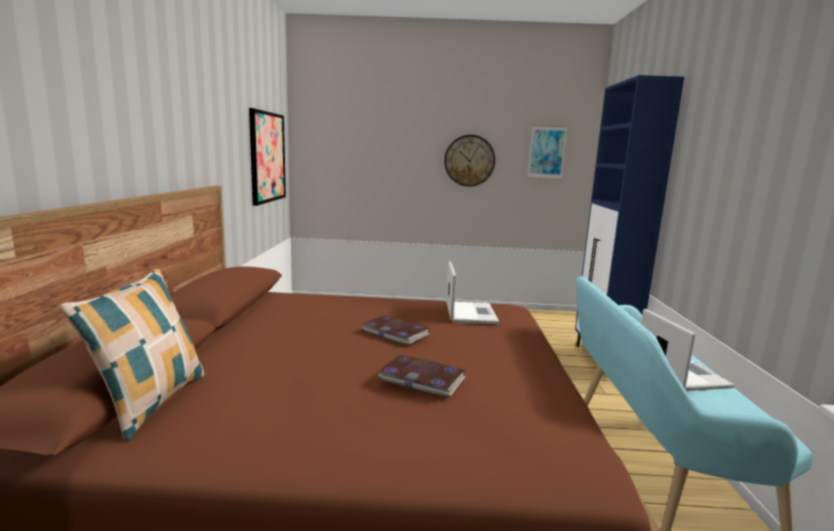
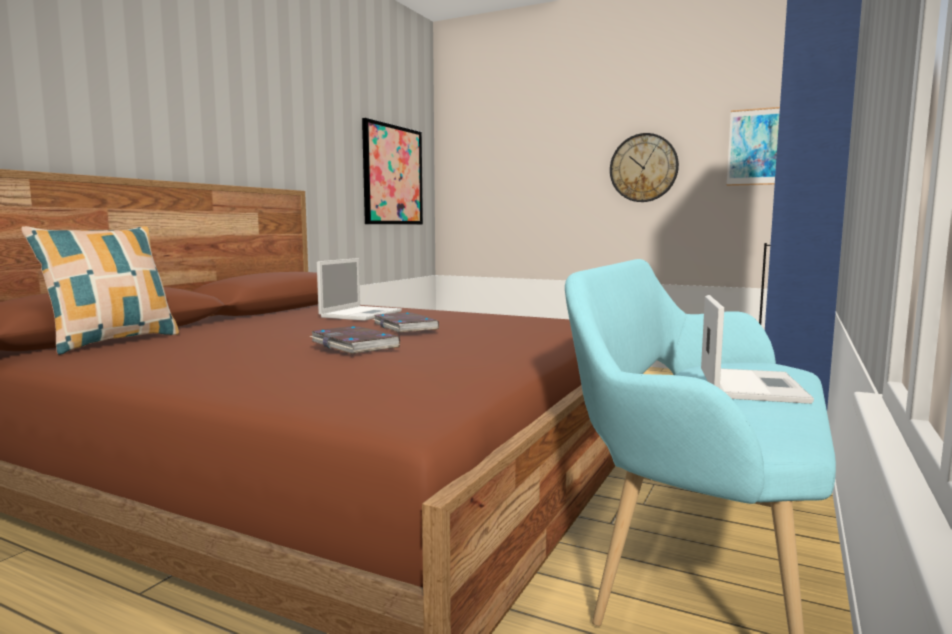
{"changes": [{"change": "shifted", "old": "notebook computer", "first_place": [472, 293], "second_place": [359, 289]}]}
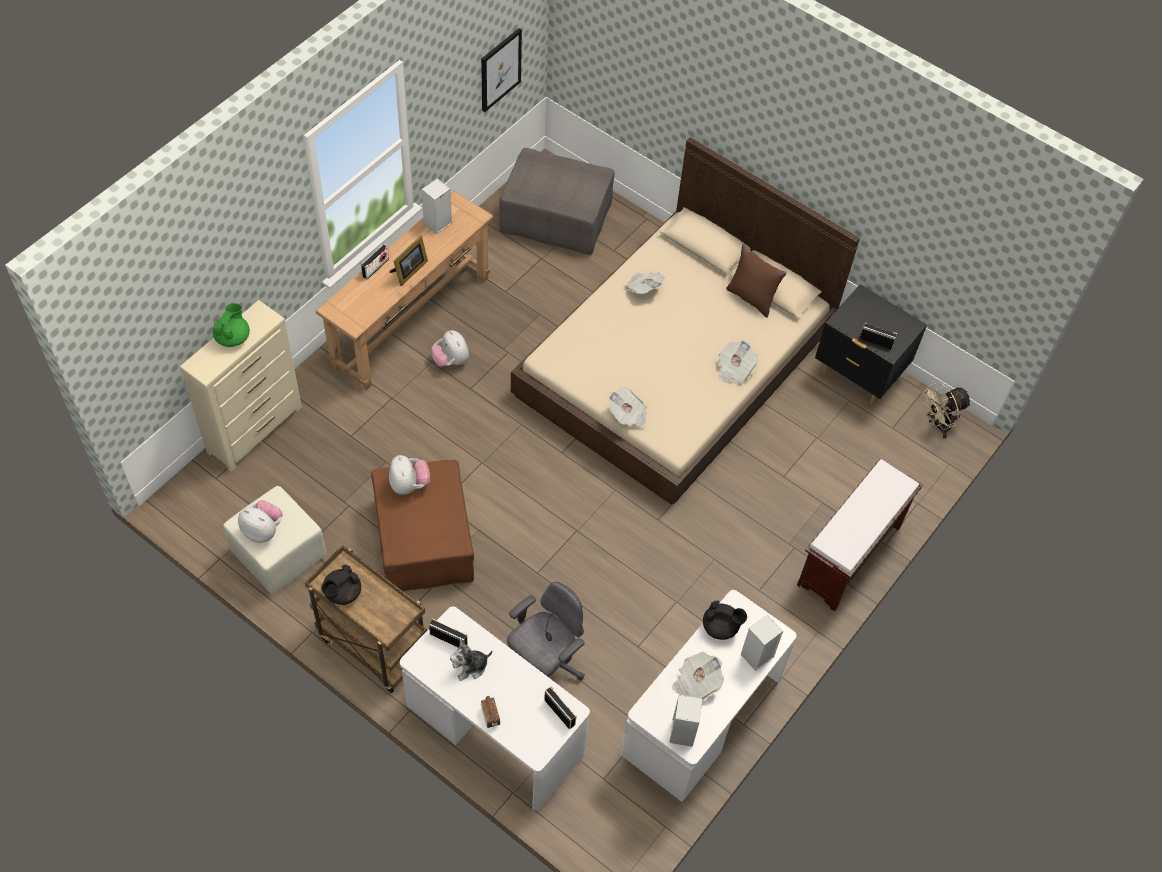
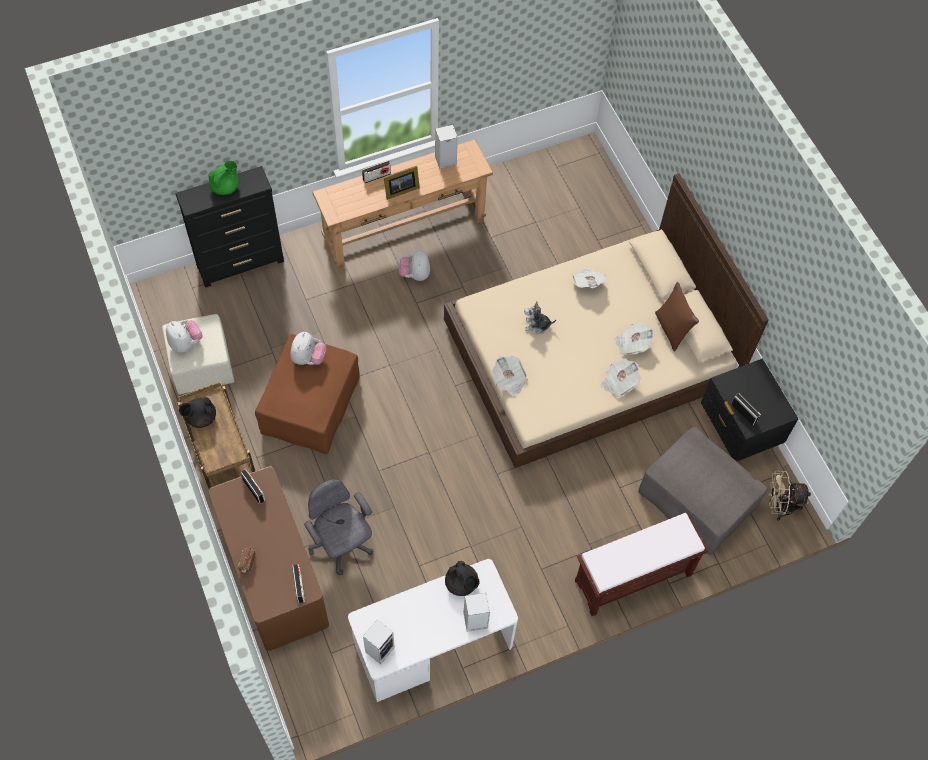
{"changes": [{"change": "repainted", "old": "beige chest of drawers", "new": "blackish chest of drawers", "first_place": [241, 386], "second_place": [229, 227]}, {"change": "repainted", "old": "white desk", "new": "brown desk", "first_place": [495, 708], "second_place": [268, 558]}, {"change": "rotated", "old": "gray office chair", "first_place": [546, 631], "second_place": [339, 527], "degrees": -105}, {"change": "shifted", "old": "soft toy", "first_place": [471, 660], "second_place": [540, 317]}, {"change": "shifted", "old": "daily paper", "first_place": [698, 676], "second_place": [634, 339]}, {"change": "shifted", "old": "gray pouffe", "first_place": [556, 201], "second_place": [703, 491]}, {"change": "gone", "old": "wall art", "first_place": [501, 70]}]}
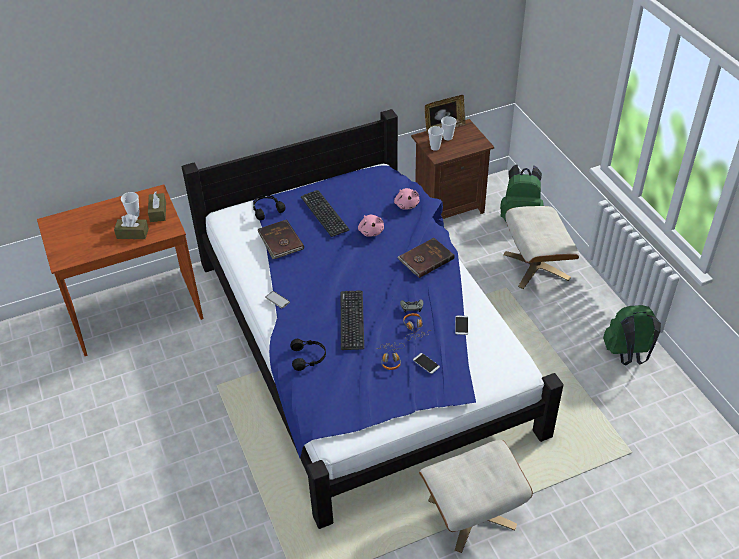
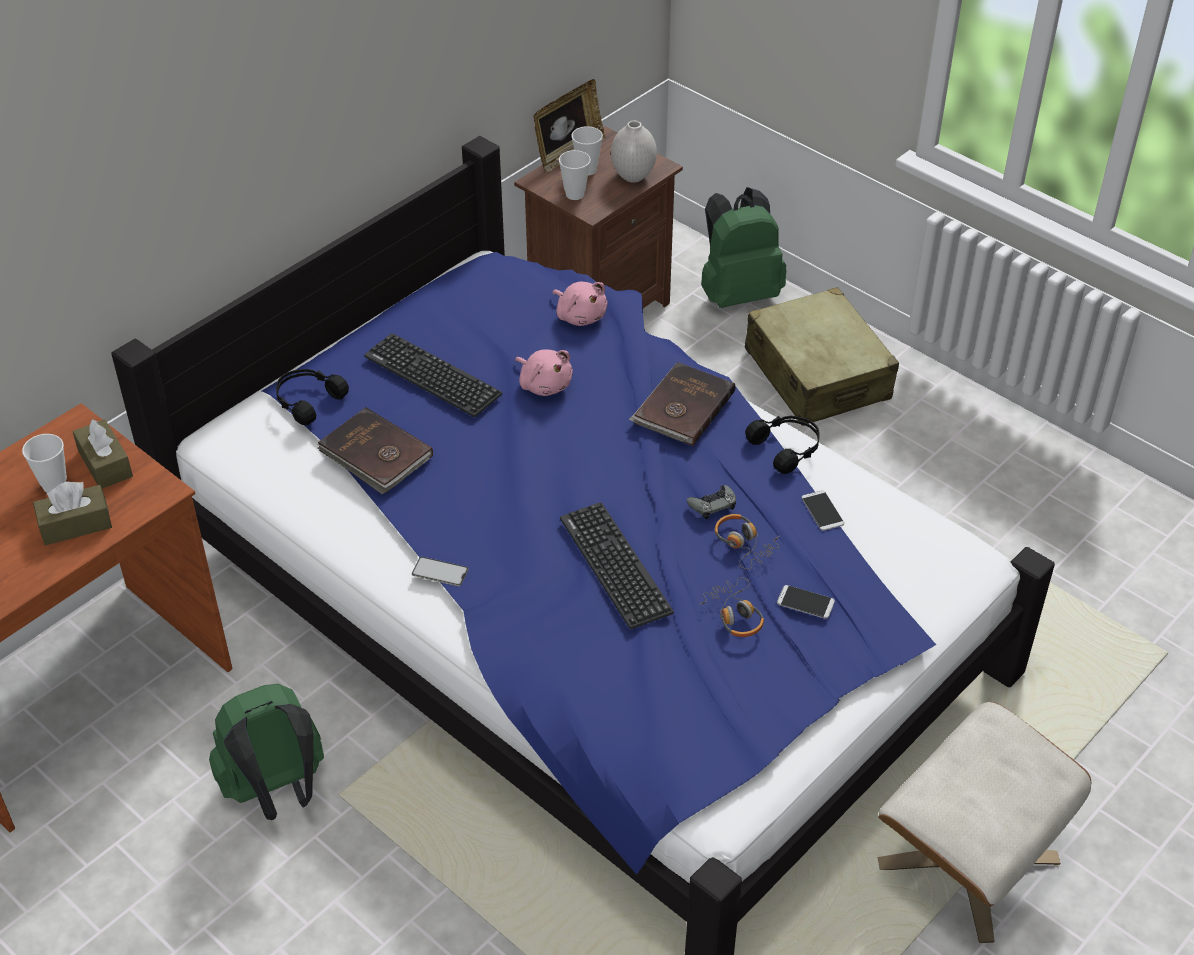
{"changes": [{"change": "shifted", "old": "green rucksack", "first_place": [632, 335], "second_place": [266, 752]}, {"change": "new", "new": "white flower vase", "second_place": [634, 151]}, {"change": "swapped", "old": "beige pouffe", "new": "beige suitcase", "first_place": [541, 247], "second_place": [822, 356]}, {"change": "shifted", "old": "blackish headset", "first_place": [308, 355], "second_place": [782, 445]}]}
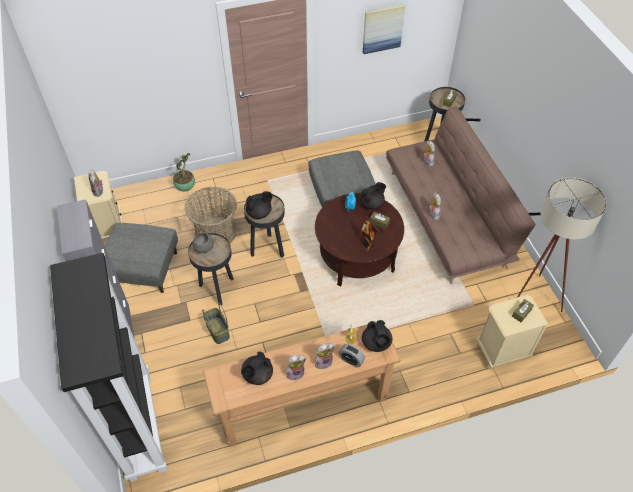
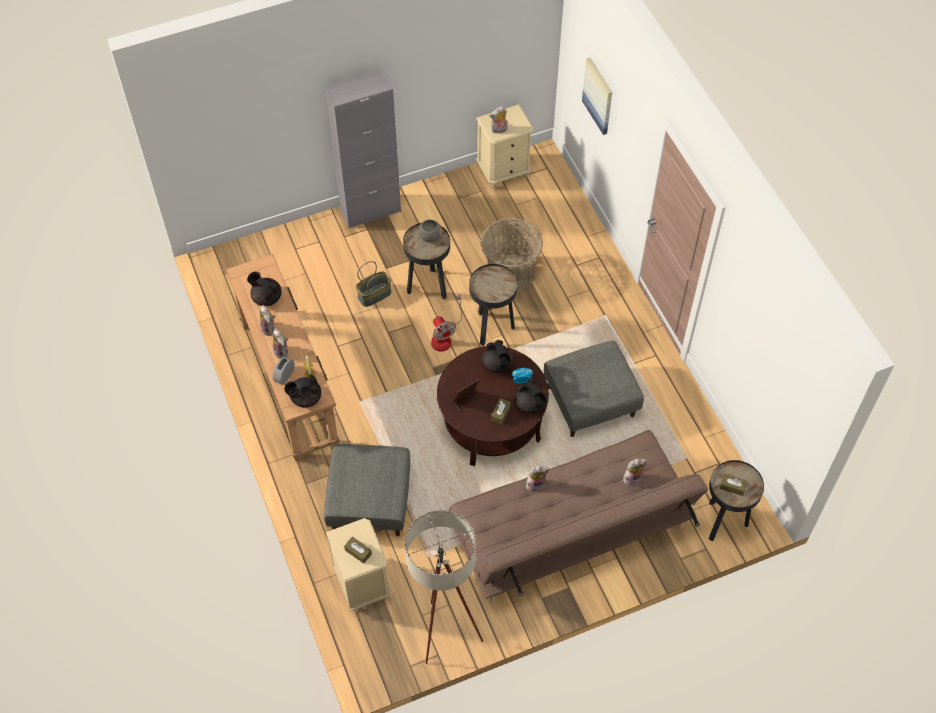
{"changes": [{"change": "shifted", "old": "gray pouffe", "first_place": [141, 258], "second_place": [367, 490]}, {"change": "new", "new": "fan", "second_place": [446, 323]}, {"change": "shifted", "old": "blackish tea pot", "first_place": [259, 205], "second_place": [497, 356]}, {"change": "shifted", "old": "wall art", "first_place": [384, 29], "second_place": [597, 96]}, {"change": "gone", "old": "blackish bookcase", "first_place": [108, 367]}, {"change": "gone", "old": "plant in a pot", "first_place": [184, 172]}]}
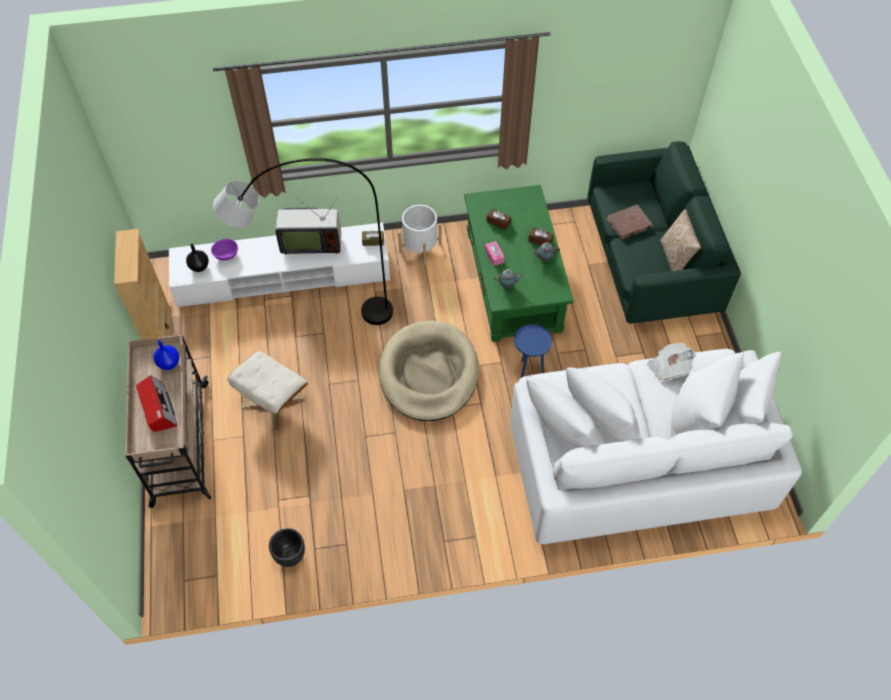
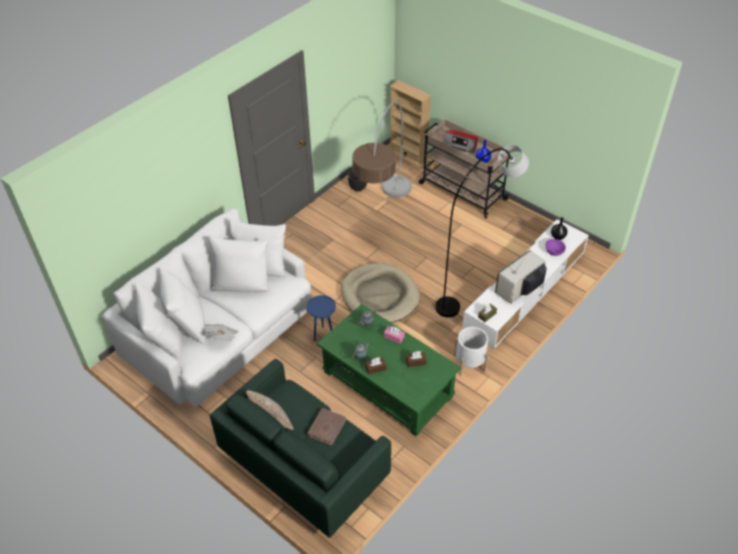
{"changes": [{"change": "new", "new": "floor lamp", "second_place": [382, 148]}, {"change": "shifted", "old": "beige bookcase", "first_place": [142, 284], "second_place": [410, 123]}, {"change": "gone", "old": "beige pouffe", "first_place": [268, 390]}]}
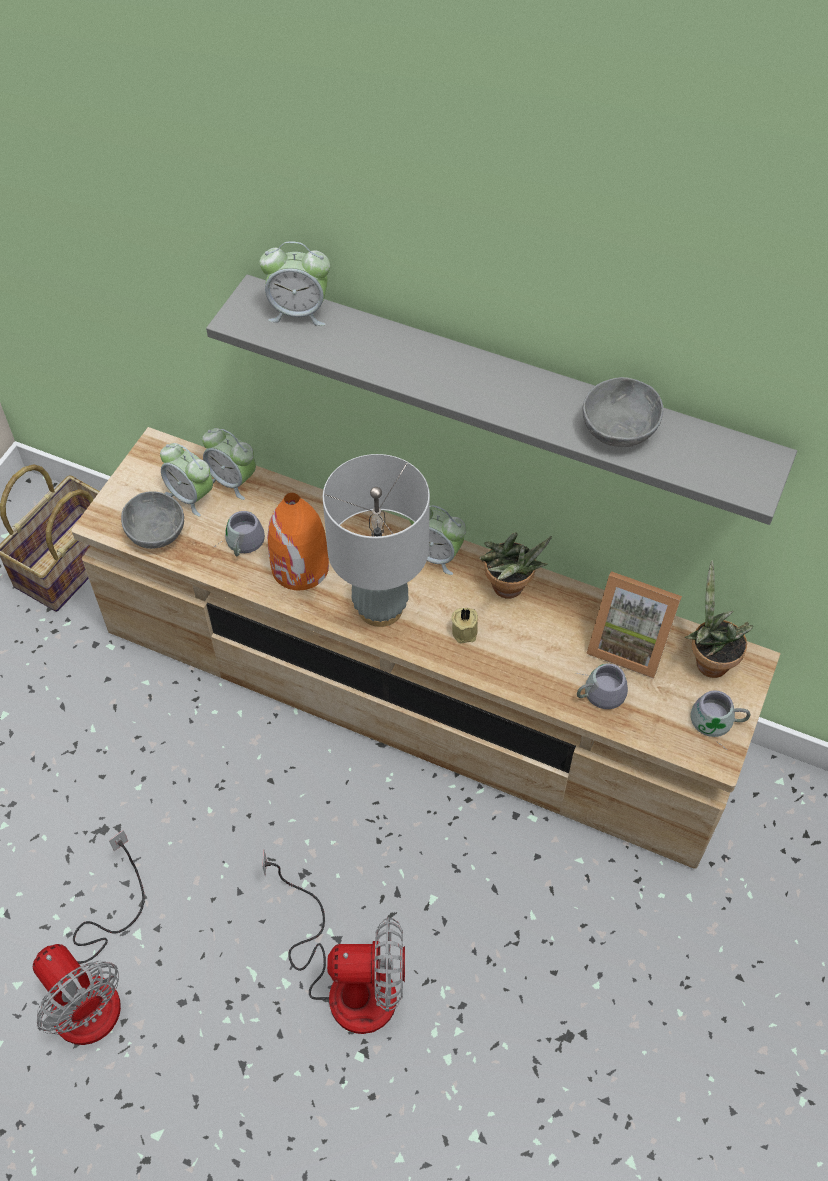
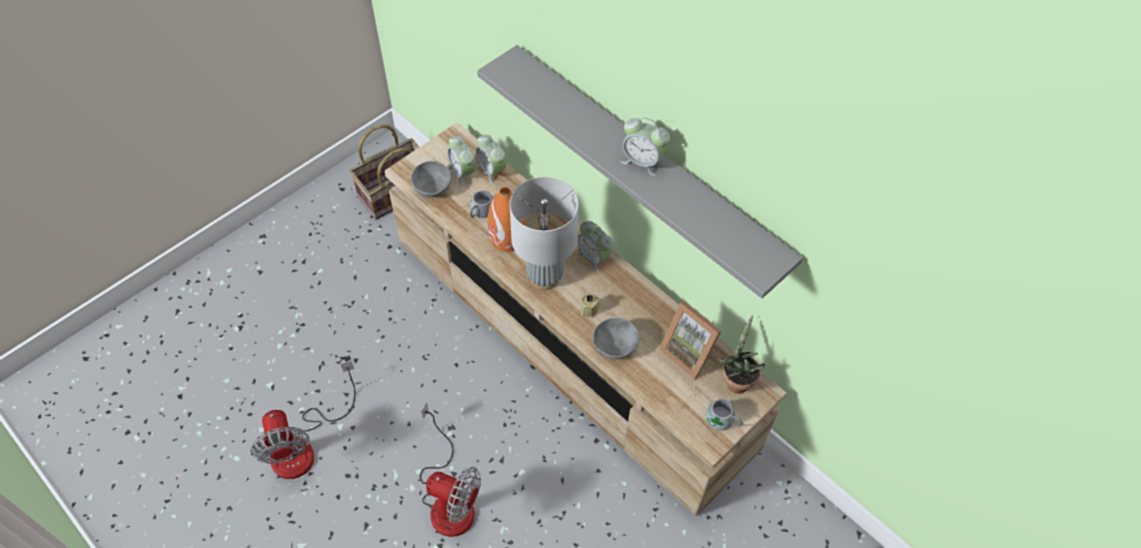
{"changes": [{"change": "shifted", "old": "gray serving bowl", "first_place": [622, 412], "second_place": [616, 338]}, {"change": "shifted", "old": "bedside clock", "first_place": [294, 283], "second_place": [645, 147]}, {"change": "gone", "old": "plant in a pot", "first_place": [516, 565]}, {"change": "gone", "old": "gray mug", "first_place": [602, 686]}]}
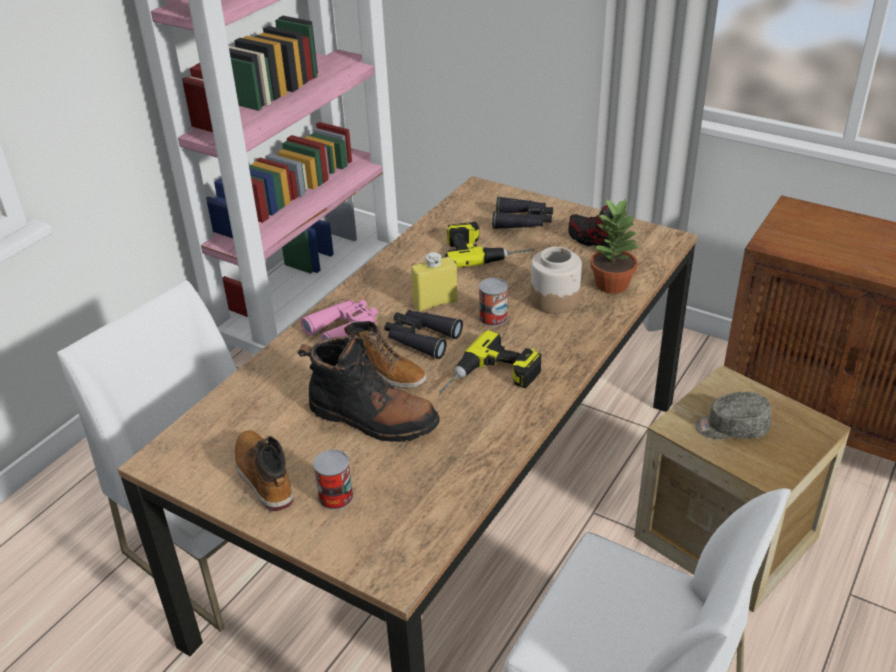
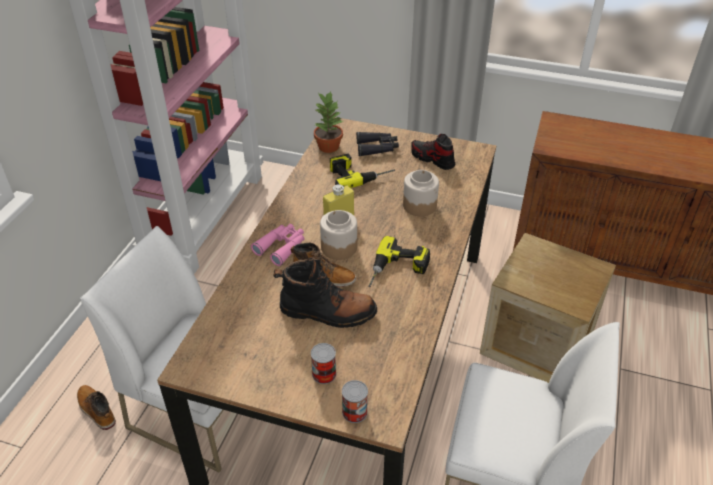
{"changes": [{"change": "shifted", "old": "tall boot", "first_place": [264, 470], "second_place": [96, 407]}, {"change": "shifted", "old": "plant in a pot", "first_place": [616, 246], "second_place": [328, 122]}, {"change": "swapped", "old": "blackish pair of binoculars", "new": "preserve jar", "first_place": [423, 334], "second_place": [338, 235]}, {"change": "shifted", "old": "sealed can", "first_place": [493, 302], "second_place": [355, 401]}, {"change": "gone", "old": "gray cap", "first_place": [733, 415]}]}
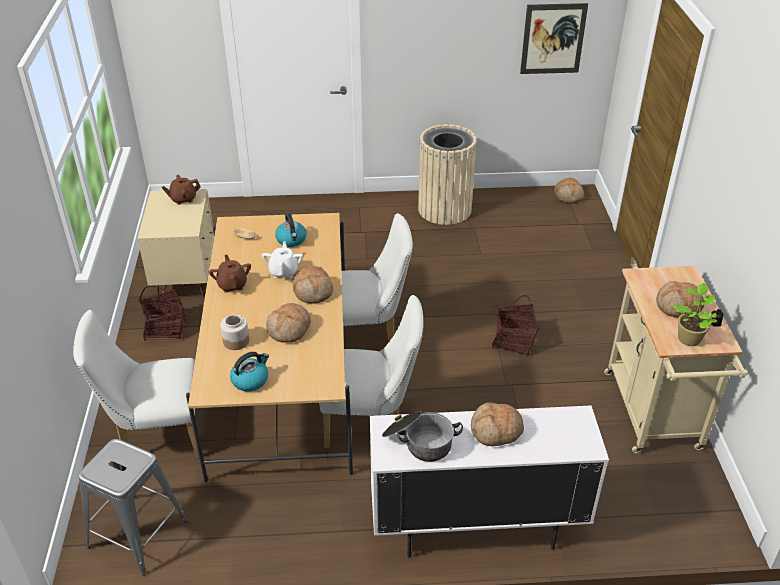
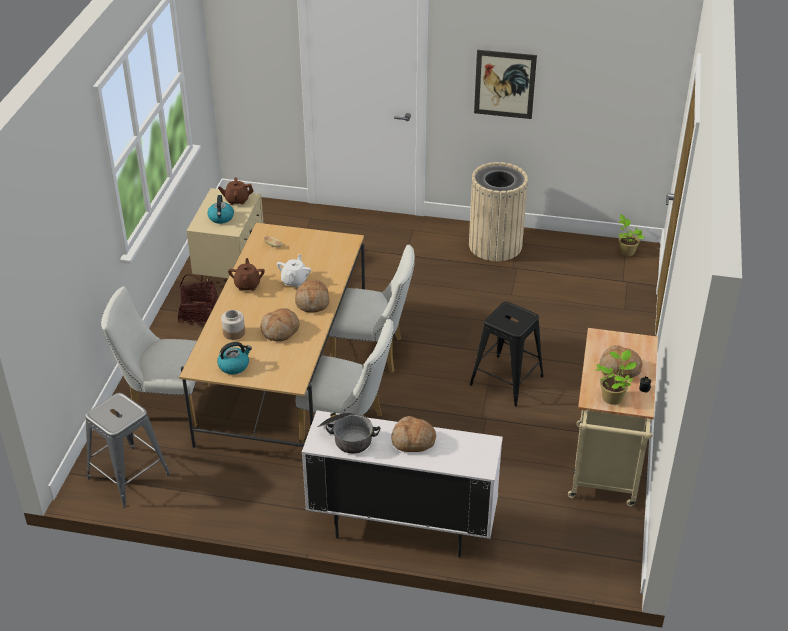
{"changes": [{"change": "shifted", "old": "water kettle", "first_place": [291, 230], "second_place": [220, 209]}, {"change": "swapped", "old": "basket", "new": "blackish stool", "first_place": [515, 325], "second_place": [507, 354]}, {"change": "shifted", "old": "wall art", "first_place": [554, 38], "second_place": [505, 84]}, {"change": "swapped", "old": "bread", "new": "plant in a pot", "first_place": [569, 191], "second_place": [631, 235]}]}
